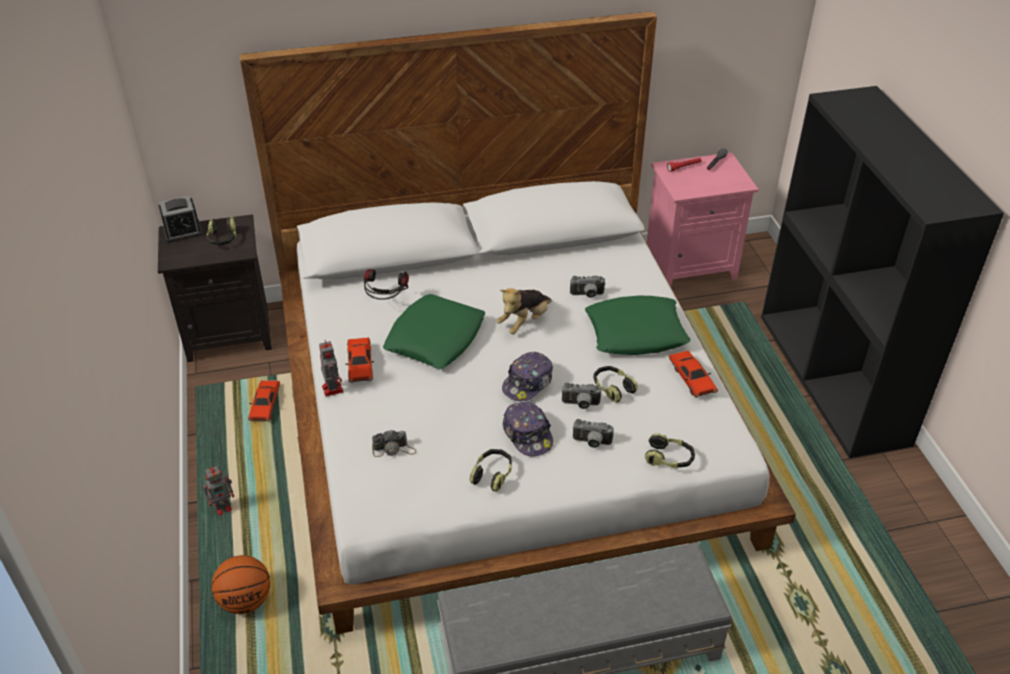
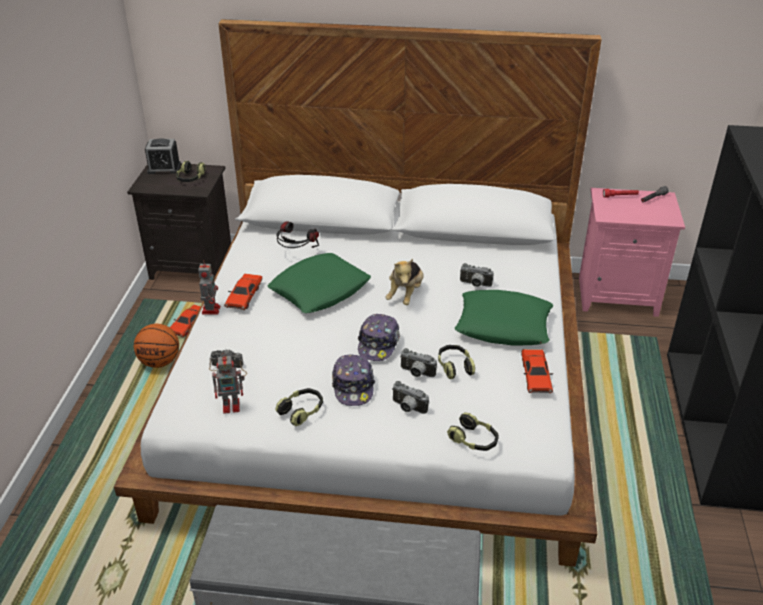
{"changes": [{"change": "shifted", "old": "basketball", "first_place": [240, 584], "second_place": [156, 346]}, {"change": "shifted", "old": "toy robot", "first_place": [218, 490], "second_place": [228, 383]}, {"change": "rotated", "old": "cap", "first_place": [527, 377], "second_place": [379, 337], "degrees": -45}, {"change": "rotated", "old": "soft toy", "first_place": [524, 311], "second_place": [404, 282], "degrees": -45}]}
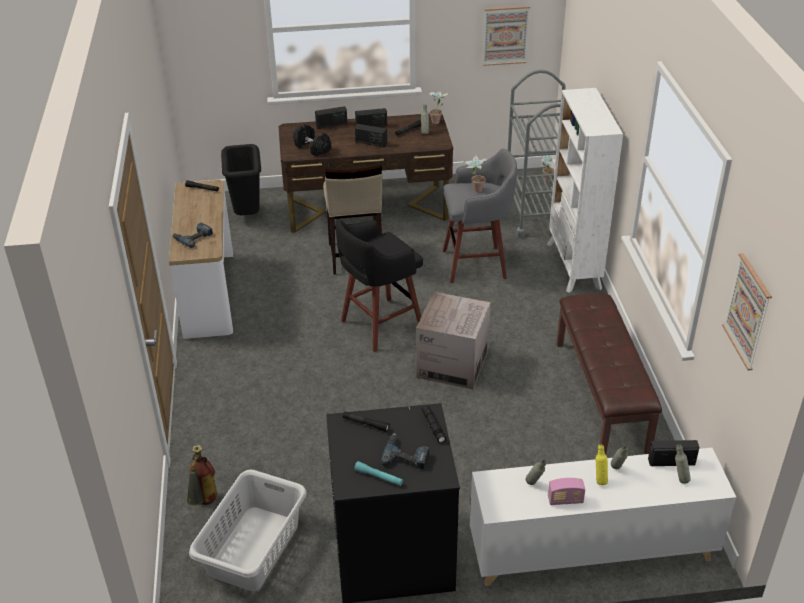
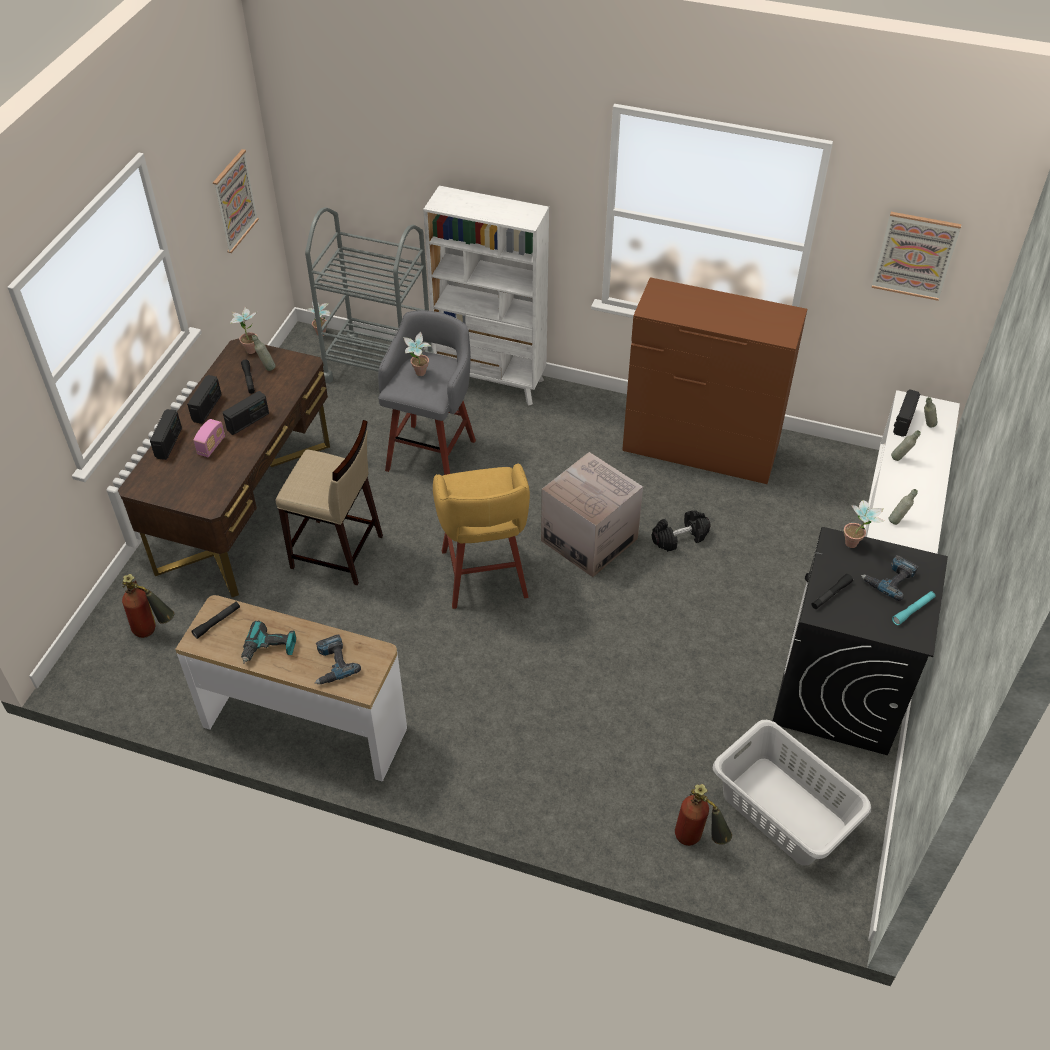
{"changes": [{"change": "swapped", "old": "blackish trash can", "new": "fire extinguisher", "first_place": [241, 179], "second_place": [148, 606]}, {"change": "shifted", "old": "radio set", "first_place": [566, 491], "second_place": [209, 438]}, {"change": "new", "new": "electric drill", "second_place": [268, 642]}, {"change": "repainted", "old": "blackish stool", "new": "yellow stool", "first_place": [379, 285], "second_place": [481, 536]}, {"change": "swapped", "old": "brown bench", "new": "brown chest of drawers", "first_place": [609, 374], "second_place": [714, 380]}, {"change": "shifted", "old": "blackish free weight", "first_place": [312, 140], "second_place": [681, 531]}, {"change": "swapped", "old": "blackish flashlight", "new": "plant in a pot", "first_place": [433, 424], "second_place": [864, 524]}, {"change": "gone", "old": "yellow drink bottle", "first_place": [601, 464]}]}
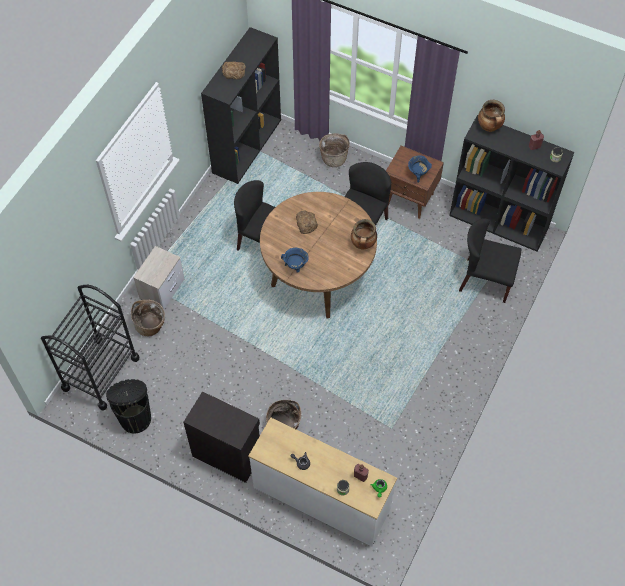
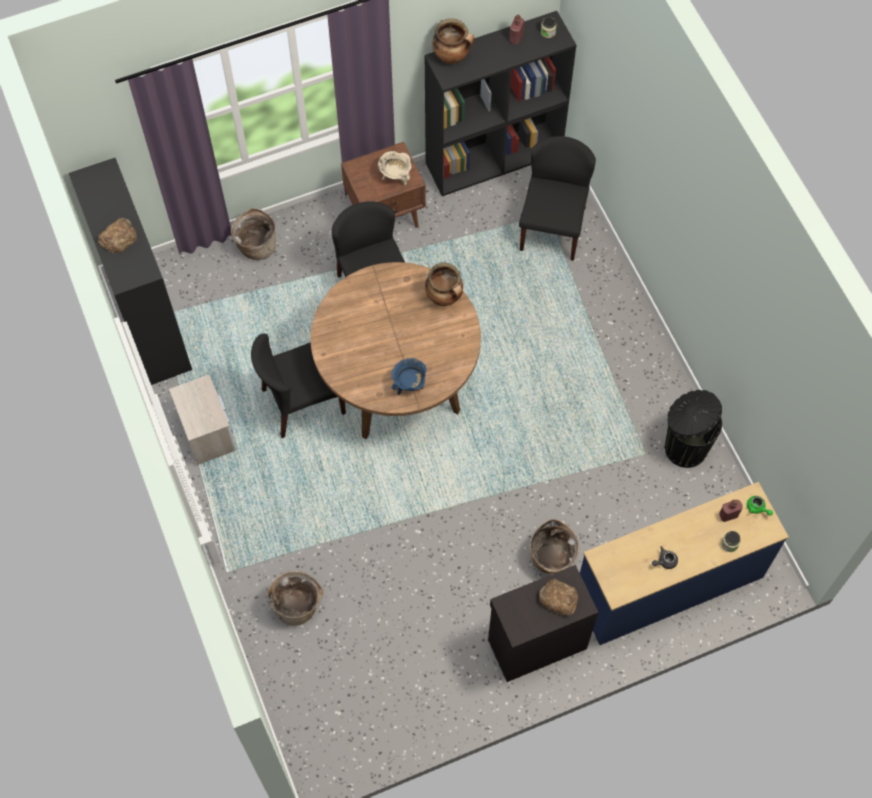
{"changes": [{"change": "shifted", "old": "bedside table", "first_place": [158, 277], "second_place": [203, 420]}, {"change": "repainted", "old": "bluish saucepot", "new": "beige saucepot", "first_place": [420, 169], "second_place": [394, 168]}, {"change": "rotated", "old": "blackish plain chair", "first_place": [490, 260], "second_place": [557, 198], "degrees": 135}, {"change": "shifted", "old": "bread", "first_place": [307, 222], "second_place": [558, 597]}, {"change": "repainted", "old": "white chest of drawers", "new": "bluish chest of drawers", "first_place": [322, 481], "second_place": [684, 563]}, {"change": "shifted", "old": "blackish trash can", "first_place": [128, 406], "second_place": [693, 429]}, {"change": "gone", "old": "blackish trolley", "first_place": [90, 347]}]}
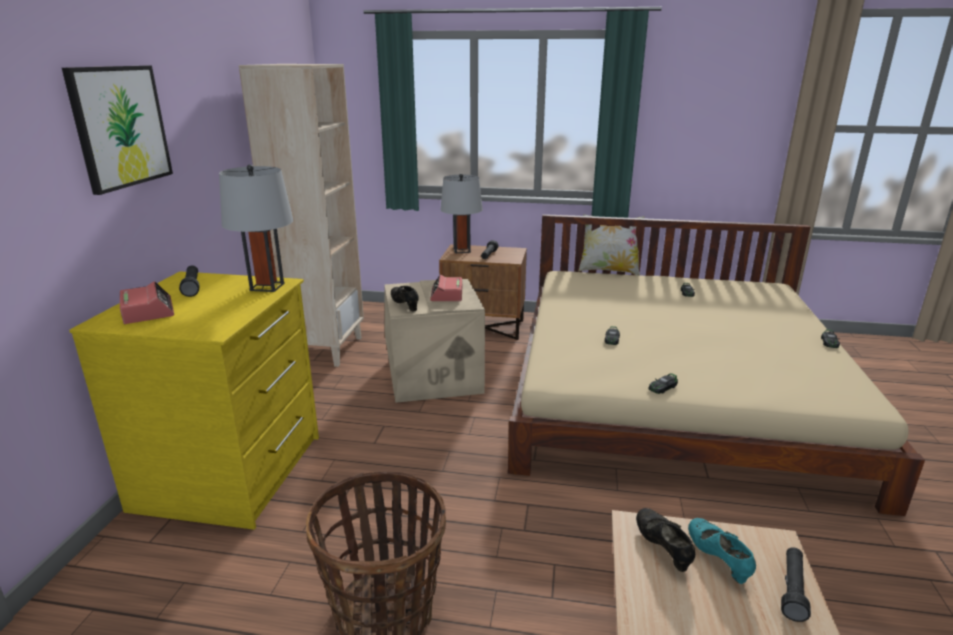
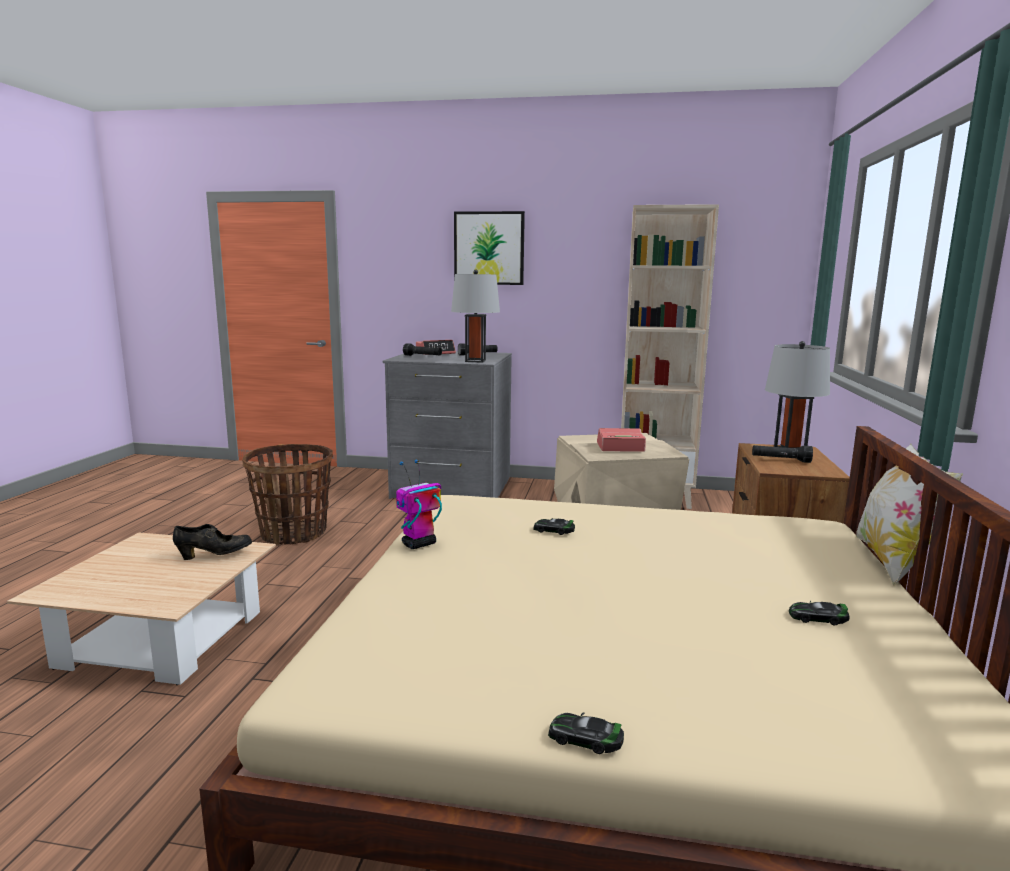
{"changes": [{"change": "repainted", "old": "yellow chest of drawers", "new": "gray chest of drawers", "first_place": [194, 400], "second_place": [447, 425]}, {"change": "swapped", "old": "toy car", "new": "toy robot", "first_place": [663, 383], "second_place": [419, 504]}, {"change": "shifted", "old": "blackish flashlight", "first_place": [796, 584], "second_place": [422, 349]}, {"change": "gone", "old": "blackish item of footwear", "first_place": [405, 299]}, {"change": "gone", "old": "turquoise-coloured item of footwear", "first_place": [722, 551]}]}
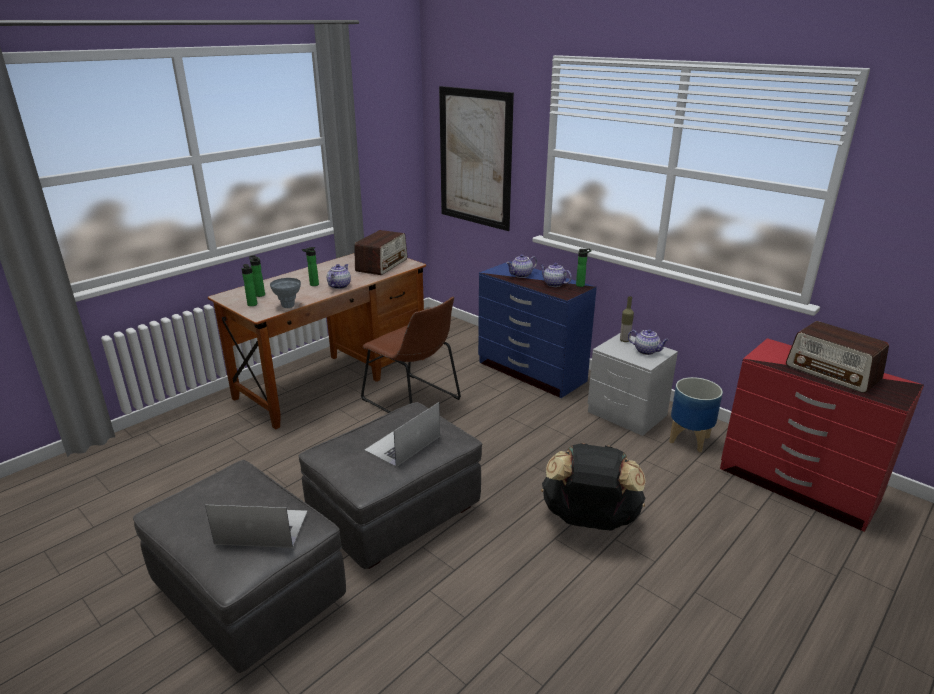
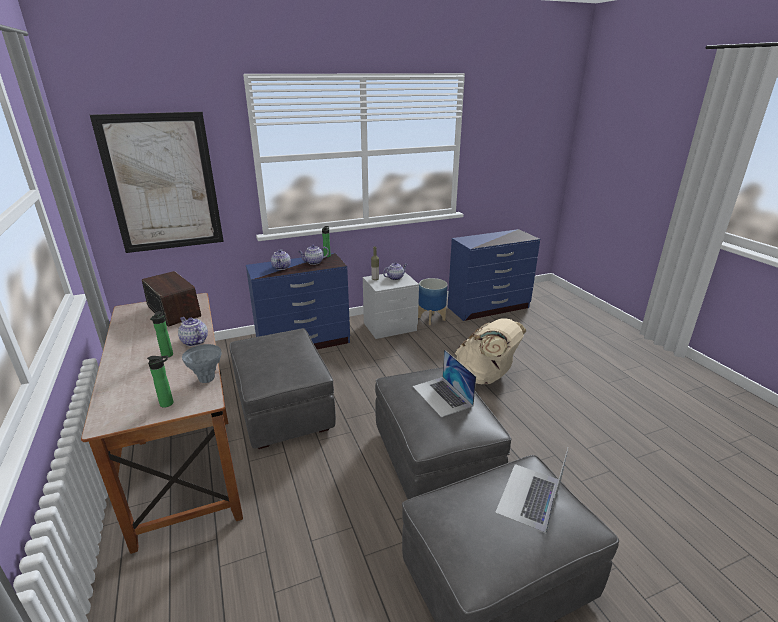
{"changes": [{"change": "swapped", "old": "brown plain chair", "new": "gray pouffe", "first_place": [411, 355], "second_place": [283, 388]}, {"change": "repainted", "old": "red-coloured chest of drawers", "new": "bluish chest of drawers", "first_place": [822, 435], "second_place": [494, 275]}, {"change": "repainted", "old": "blackish rucksack", "new": "beige rucksack", "first_place": [593, 487], "second_place": [490, 351]}, {"change": "gone", "old": "drink bottle", "first_place": [257, 276]}, {"change": "gone", "old": "radio set", "first_place": [837, 357]}]}
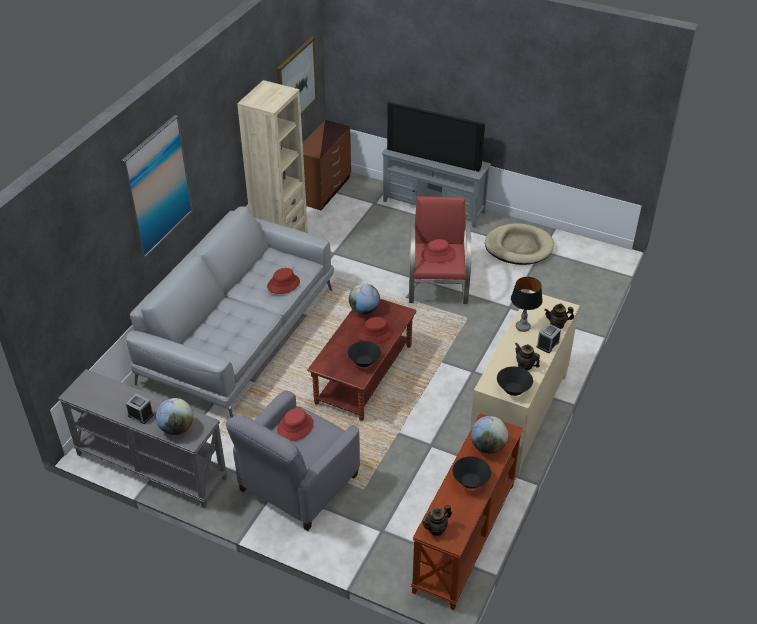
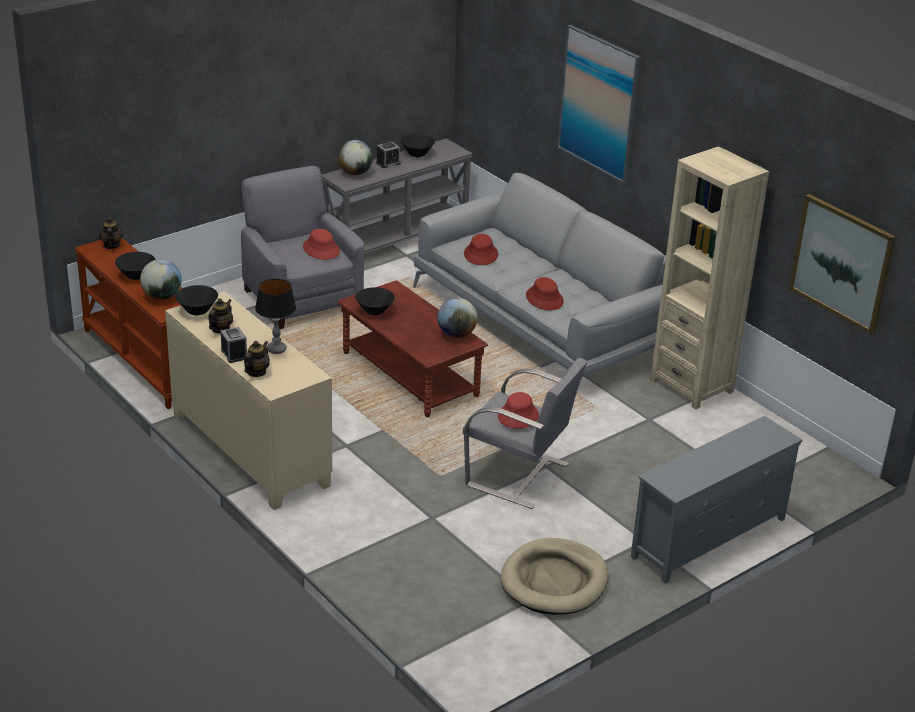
{"changes": [{"change": "rotated", "old": "tea pot", "first_place": [527, 357], "second_place": [220, 315], "degrees": -45}, {"change": "new", "new": "blackish serving bowl", "second_place": [418, 145]}, {"change": "repainted", "old": "red-coloured easy chair", "new": "gray easy chair", "first_place": [440, 250], "second_place": [525, 433]}, {"change": "shifted", "old": "red-coloured clothing hat", "first_place": [375, 330], "second_place": [481, 249]}, {"change": "gone", "old": "brown chest of drawers", "first_place": [327, 165]}, {"change": "gone", "old": "TV", "first_place": [436, 137]}]}
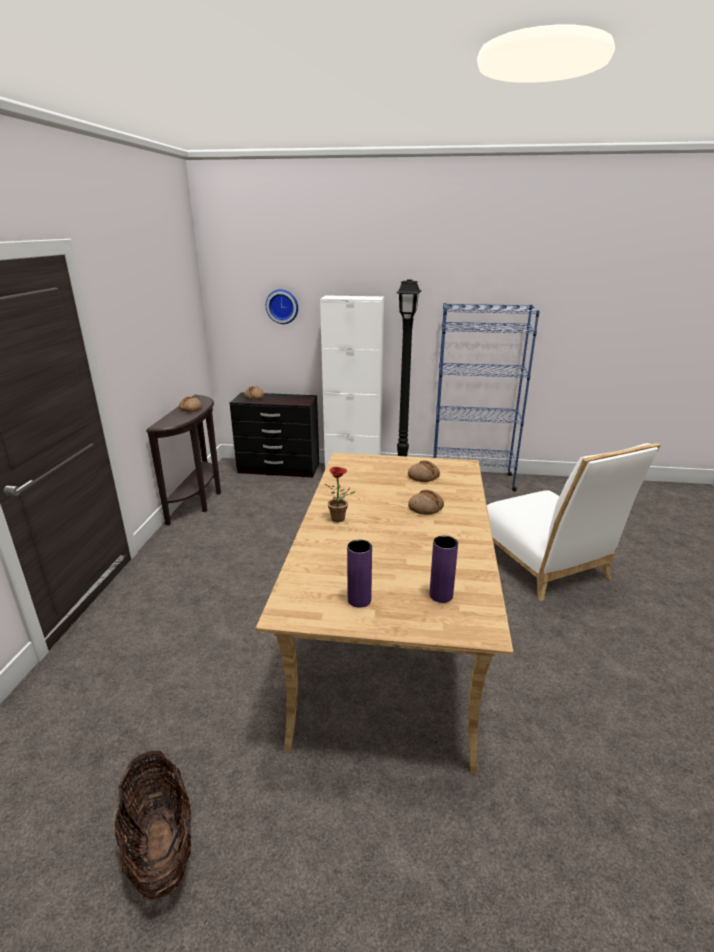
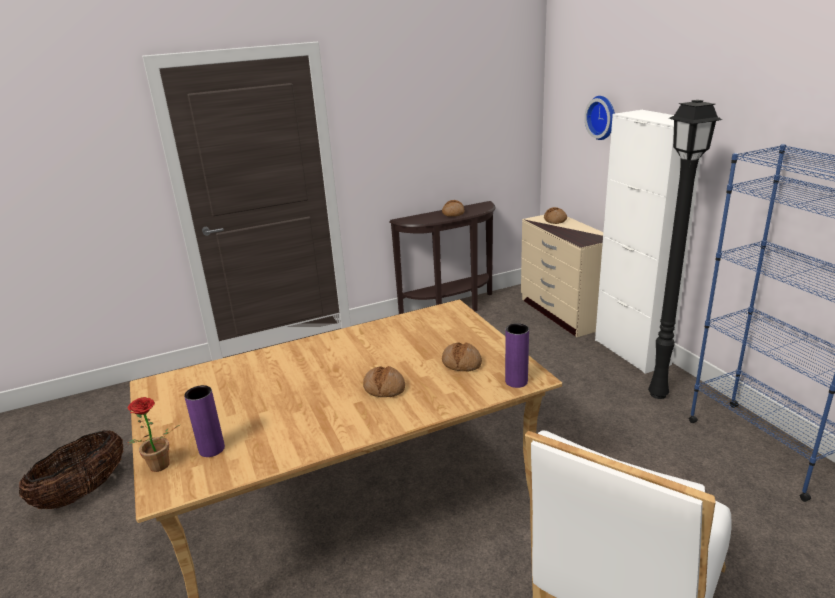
{"changes": [{"change": "shifted", "old": "plant in a pot", "first_place": [340, 494], "second_place": [154, 434]}, {"change": "shifted", "old": "purplish flower vase", "first_place": [359, 574], "second_place": [517, 355]}, {"change": "repainted", "old": "blackish chest of drawers", "new": "beige chest of drawers", "first_place": [274, 434], "second_place": [562, 276]}]}
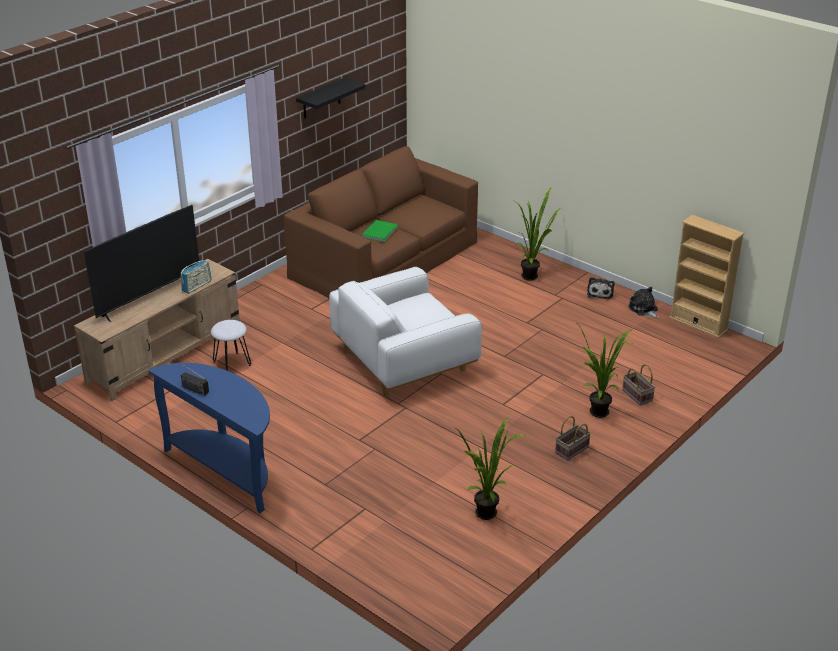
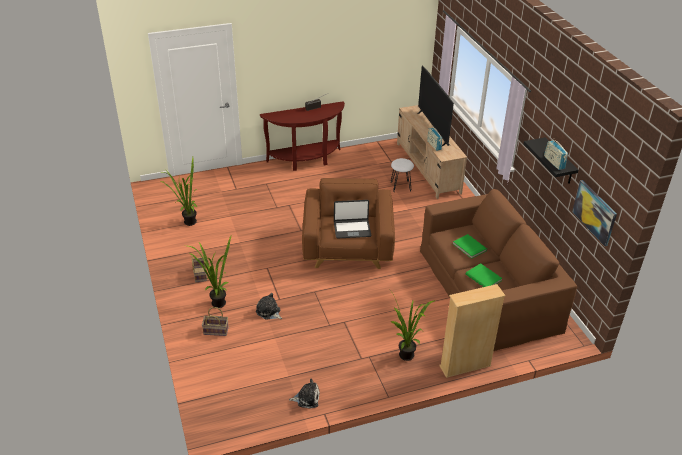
{"changes": [{"change": "shifted", "old": "soft toy", "first_place": [600, 288], "second_place": [269, 306]}, {"change": "repainted", "old": "bluish hall table", "new": "brown hall table", "first_place": [209, 438], "second_place": [302, 136]}, {"change": "repainted", "old": "white easy chair", "new": "brown easy chair", "first_place": [405, 332], "second_place": [348, 223]}, {"change": "new", "new": "notebook computer", "second_place": [352, 219]}, {"change": "shifted", "old": "beige bookcase", "first_place": [706, 276], "second_place": [472, 331]}, {"change": "new", "new": "green book", "second_place": [484, 275]}, {"change": "new", "new": "radio set", "second_place": [556, 154]}, {"change": "new", "new": "wall art", "second_place": [594, 213]}]}
